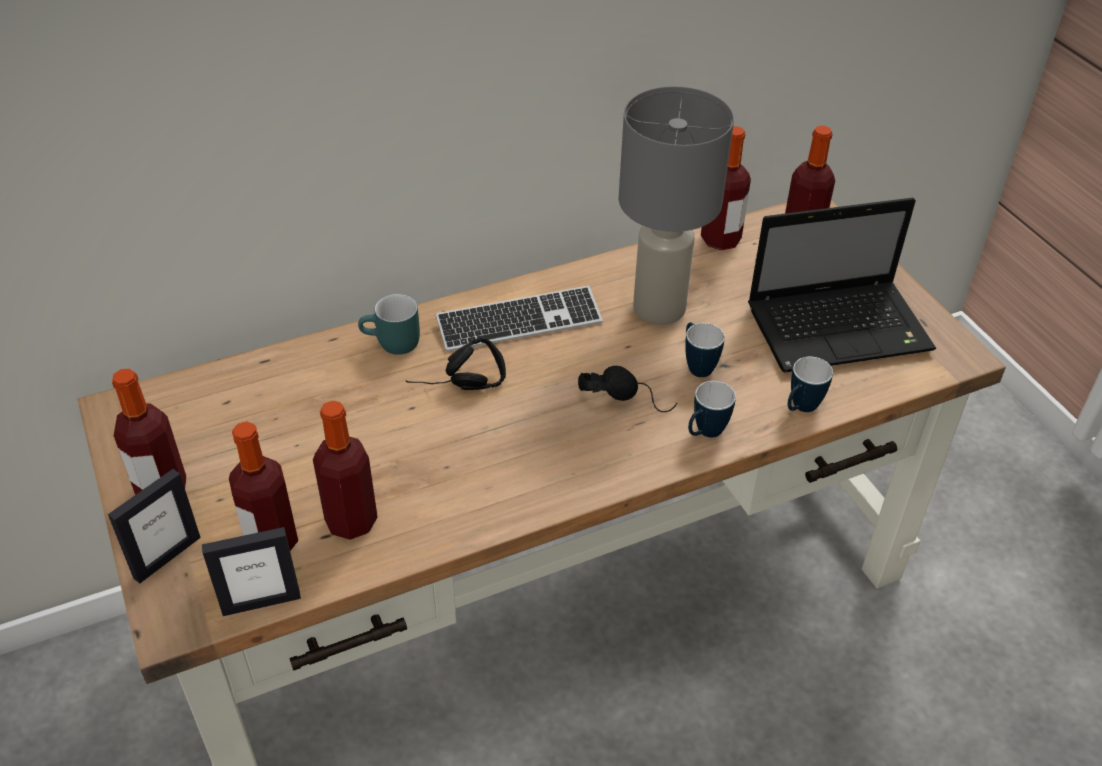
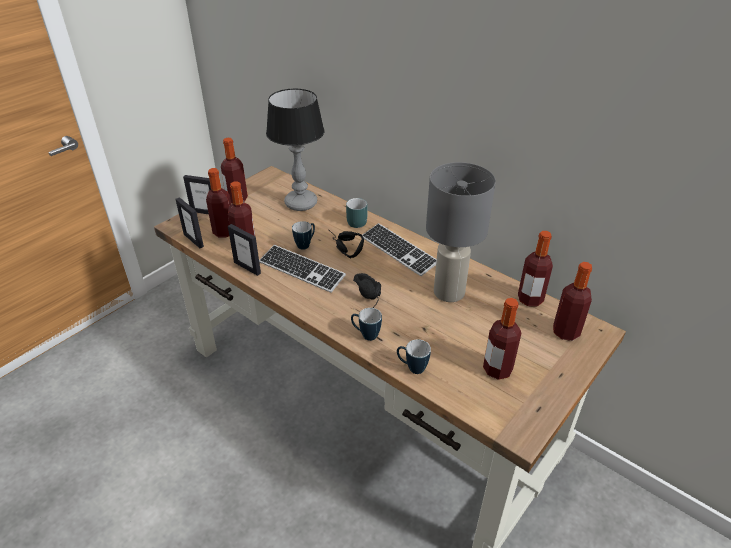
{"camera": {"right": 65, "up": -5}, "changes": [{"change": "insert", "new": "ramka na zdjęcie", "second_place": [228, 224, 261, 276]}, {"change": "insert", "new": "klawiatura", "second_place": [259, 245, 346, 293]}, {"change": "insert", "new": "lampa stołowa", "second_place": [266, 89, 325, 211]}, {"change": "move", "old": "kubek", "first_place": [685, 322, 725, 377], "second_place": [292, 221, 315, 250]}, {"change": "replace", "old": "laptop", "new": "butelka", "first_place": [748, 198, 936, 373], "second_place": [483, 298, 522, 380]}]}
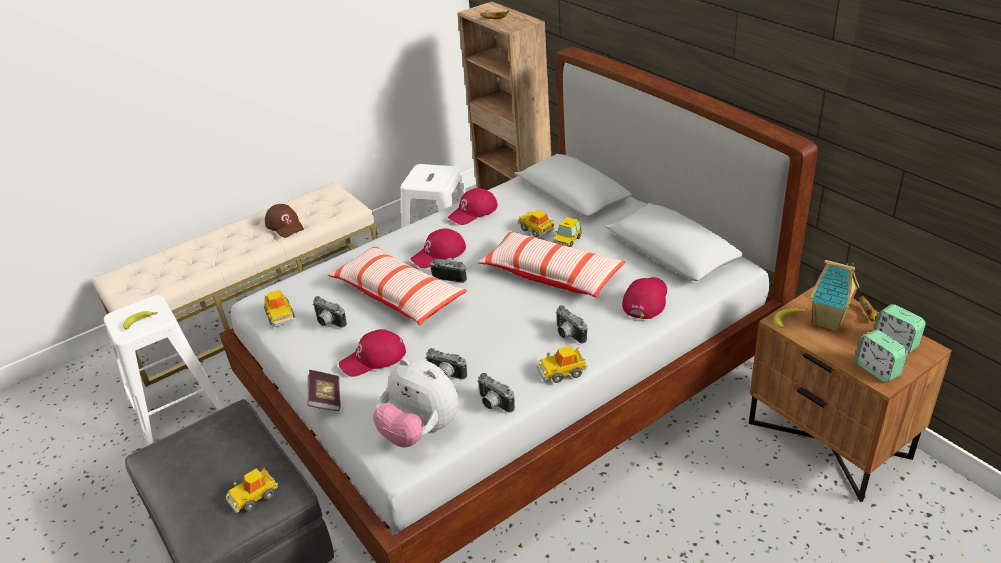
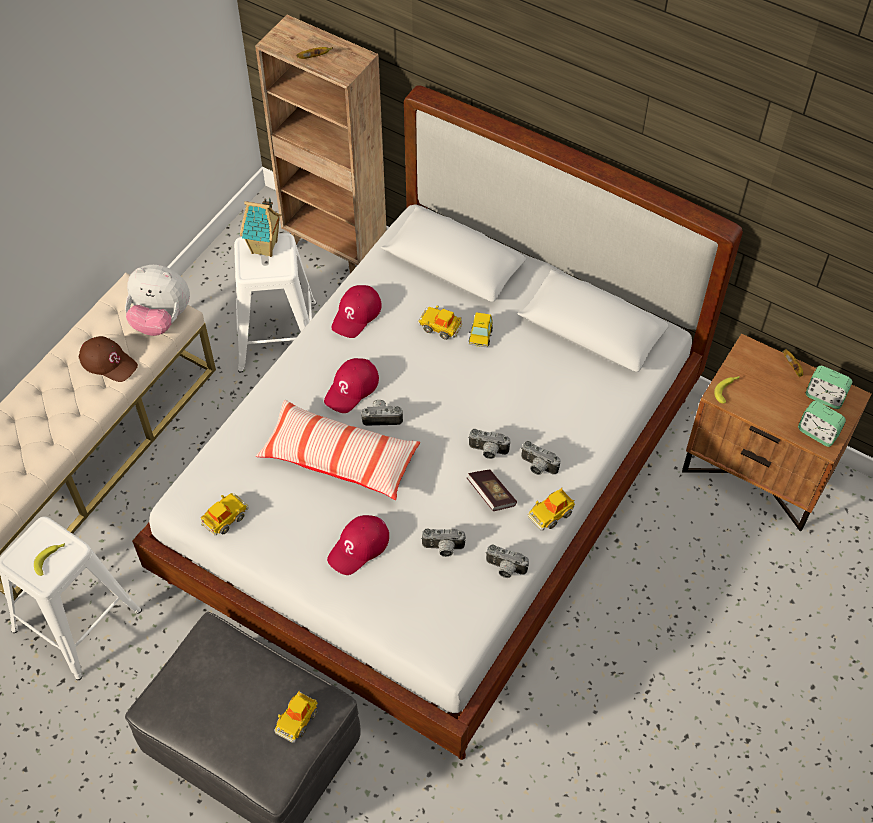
{"camera": {"right": -25, "up": 20}, "changes": [{"change": "delete", "old": "poduszka", "first_place": [477, 230, 625, 298]}, {"change": "delete", "old": "czapka z daszkiem (czerwony)", "first_place": [622, 277, 667, 319]}, {"change": "move", "old": "książka", "first_place": [307, 370, 341, 411], "second_place": [466, 470, 517, 511]}, {"change": "move", "old": "aparat fotograficzny", "first_place": [313, 296, 347, 328], "second_place": [468, 429, 510, 459]}, {"change": "move", "old": "pluszak", "first_place": [373, 358, 459, 447], "second_place": [125, 265, 190, 336]}, {"change": "move", "old": "domek", "first_place": [810, 260, 859, 332], "second_place": [240, 198, 281, 257]}, {"change": "rotate", "old": "samochodzik", "first_place": [264, 290, 295, 327], "second_place": [201, 493, 249, 535], "degrees": -90}]}
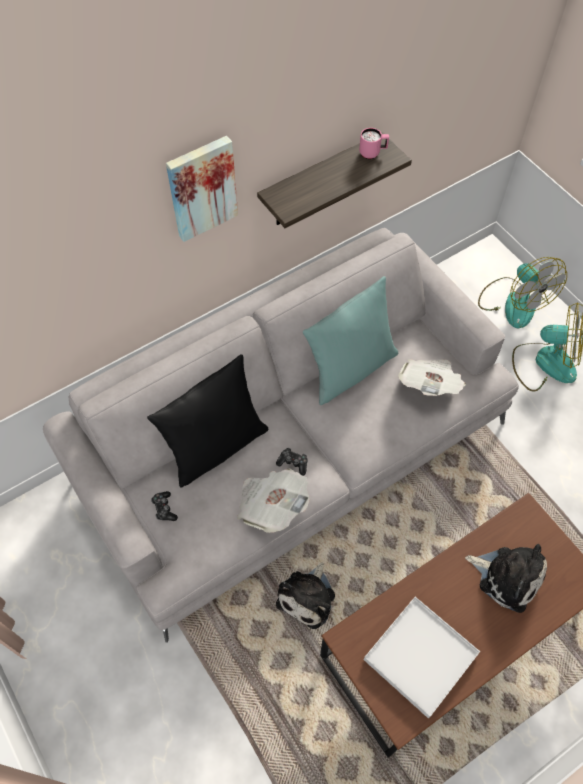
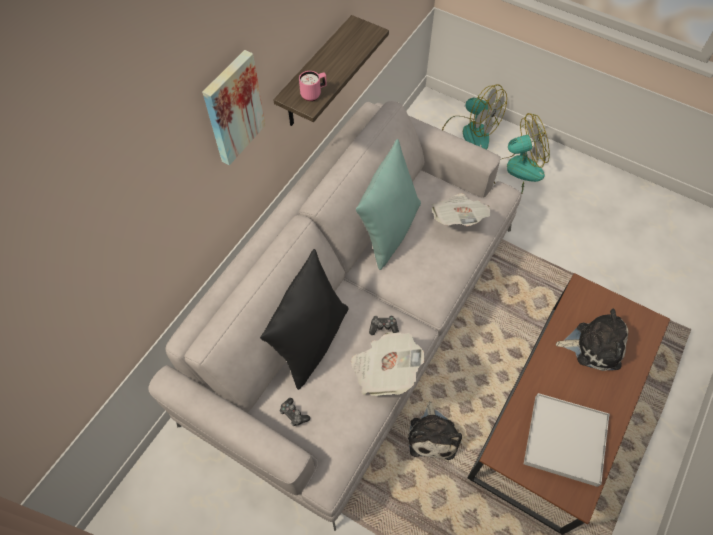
{"camera": {"right": -25, "up": 0}, "changes": [{"change": "move", "old": "kubek (różowy)", "first_place": [359, 128, 389, 159], "second_place": [299, 71, 327, 101]}]}
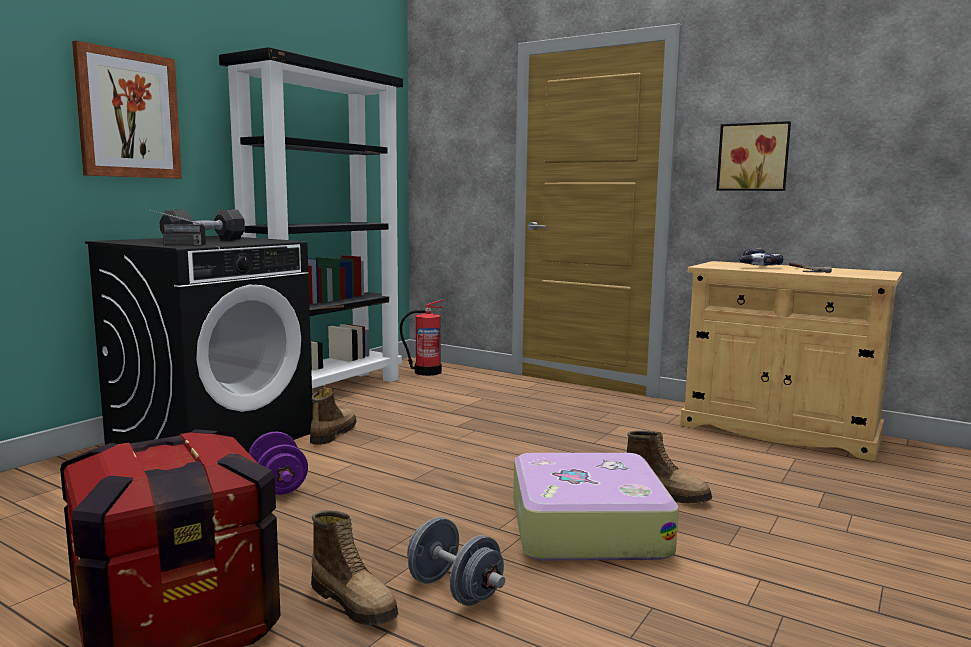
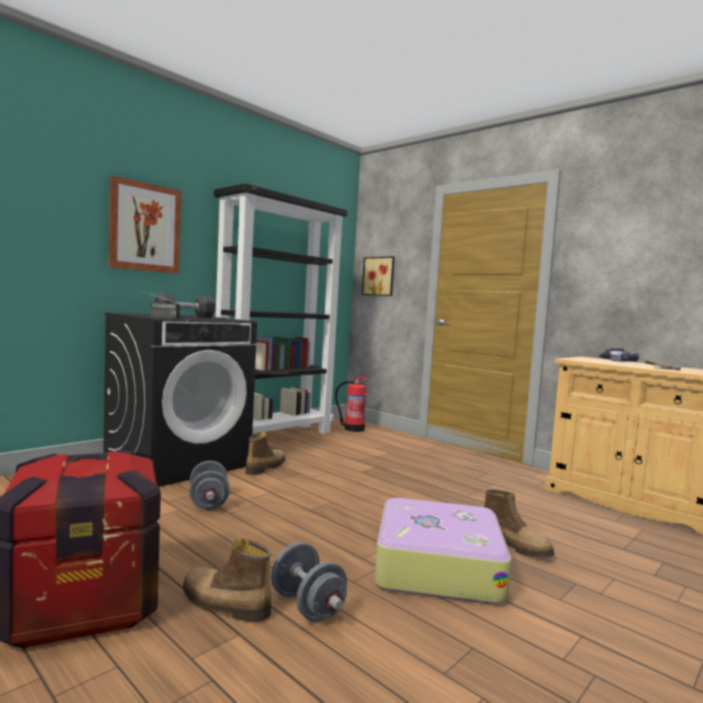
{"camera": {"right": 10, "up": -5}, "changes": [{"change": "move", "old": "obraz", "first_place": [716, 121, 791, 191], "second_place": [362, 257, 395, 296]}, {"change": "recolor", "old": "hantel (fioletowy)", "new": "hantel (szary)", "first_place": [249, 432, 308, 495], "second_place": [190, 461, 230, 510]}, {"change": "rotate", "old": "but z cholewką", "first_place": [311, 510, 398, 625], "second_place": [183, 538, 271, 622], "degrees": 150}]}
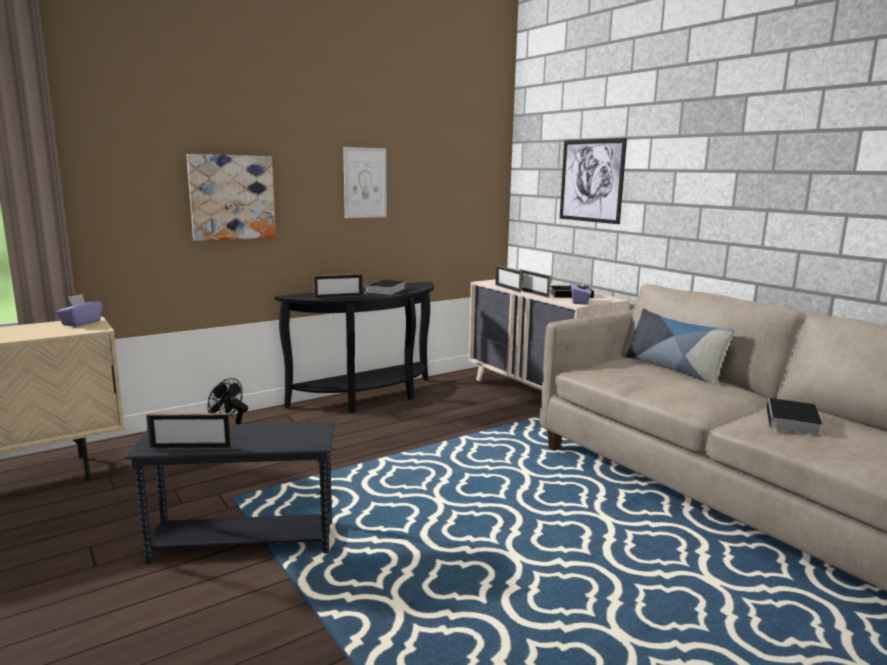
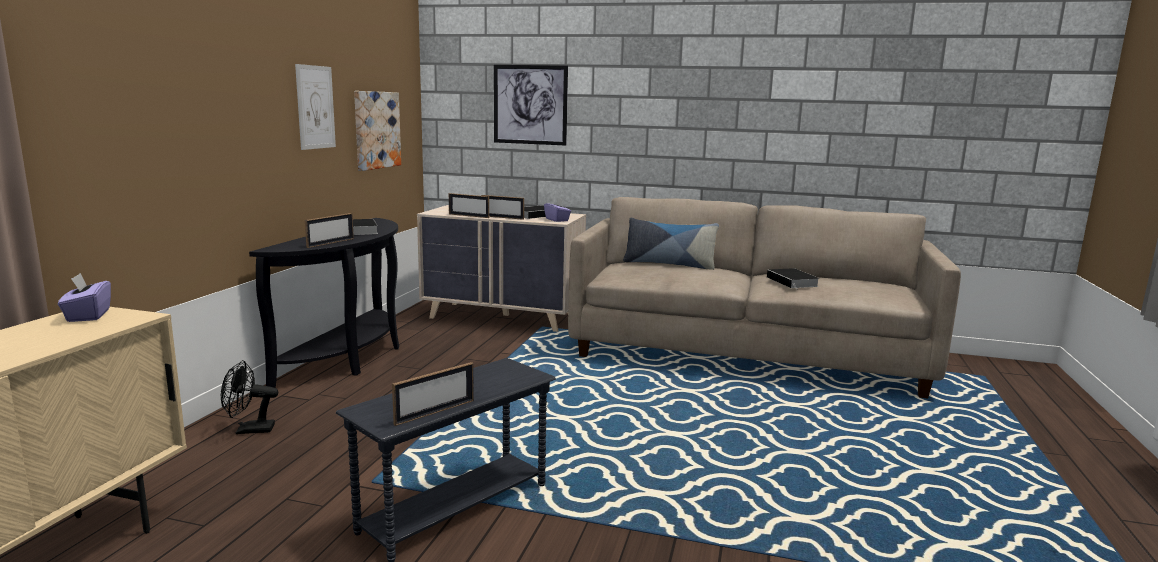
{"camera": {"right": -40, "up": 0}, "changes": [{"change": "move", "old": "obraz", "first_place": [187, 154, 276, 241], "second_place": [354, 91, 401, 171]}]}
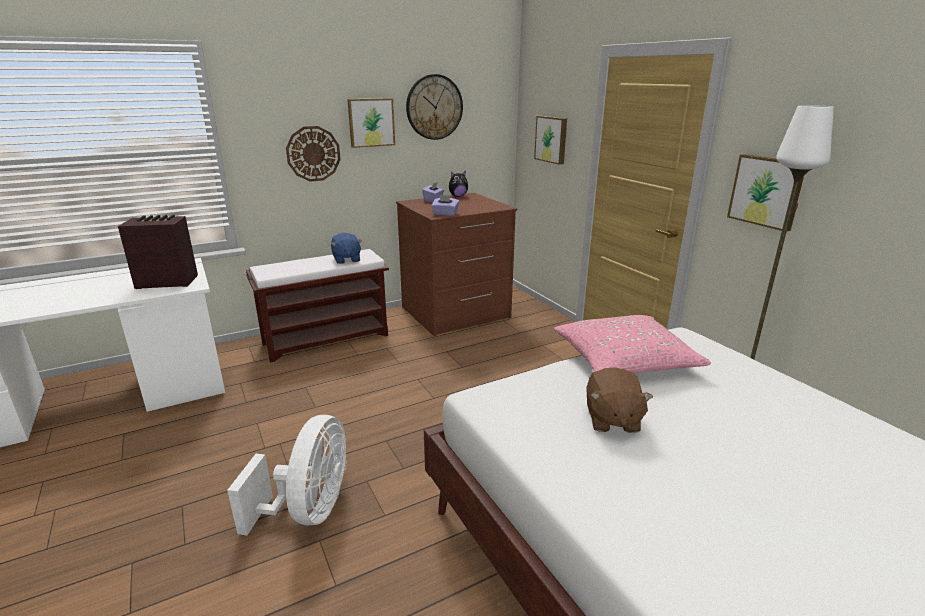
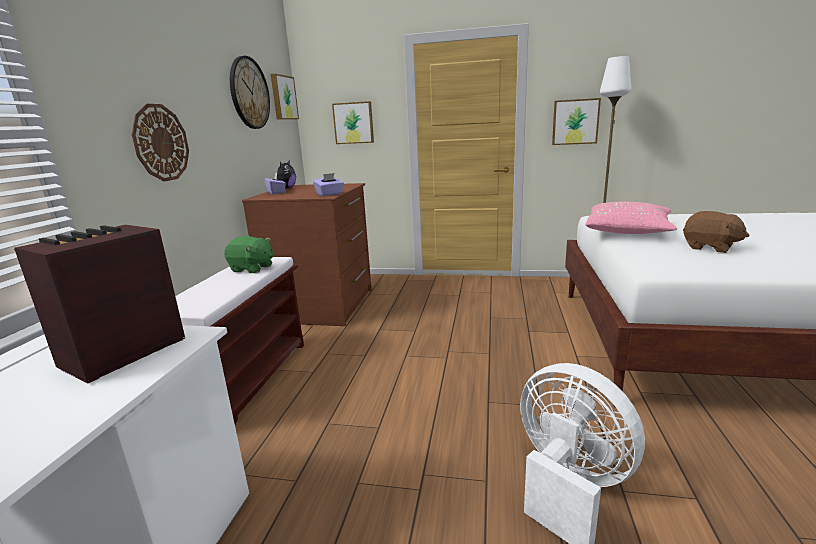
{"camera": {"right": -50, "up": -5}, "changes": [{"change": "move", "old": "obraz", "first_place": [347, 98, 395, 148], "second_place": [271, 74, 299, 120]}, {"change": "recolor", "old": "pluszak (niebieski)", "new": "pluszak (zielony)", "first_place": [331, 233, 362, 264], "second_place": [224, 236, 273, 273]}]}
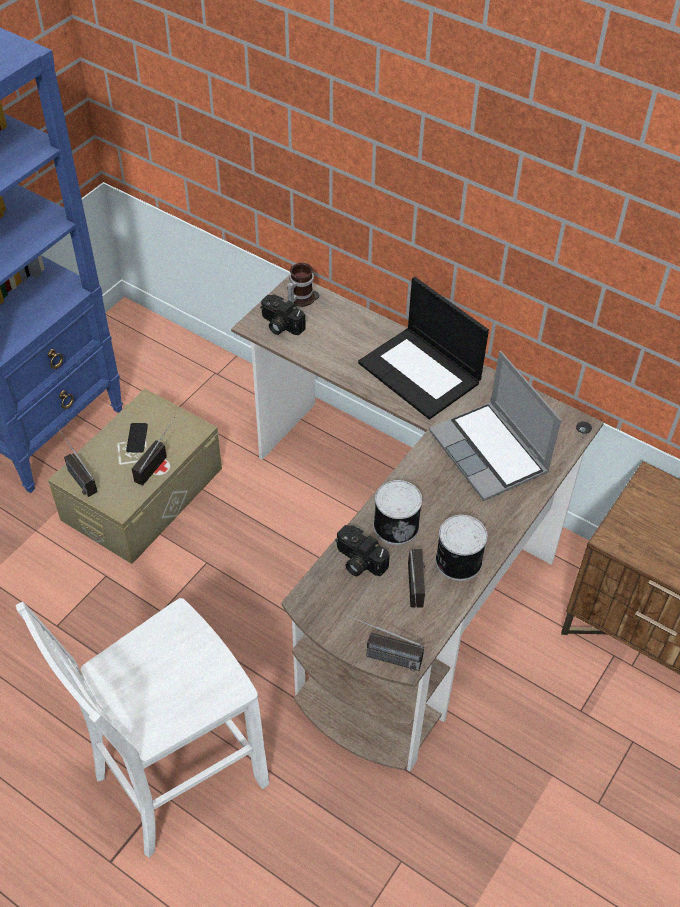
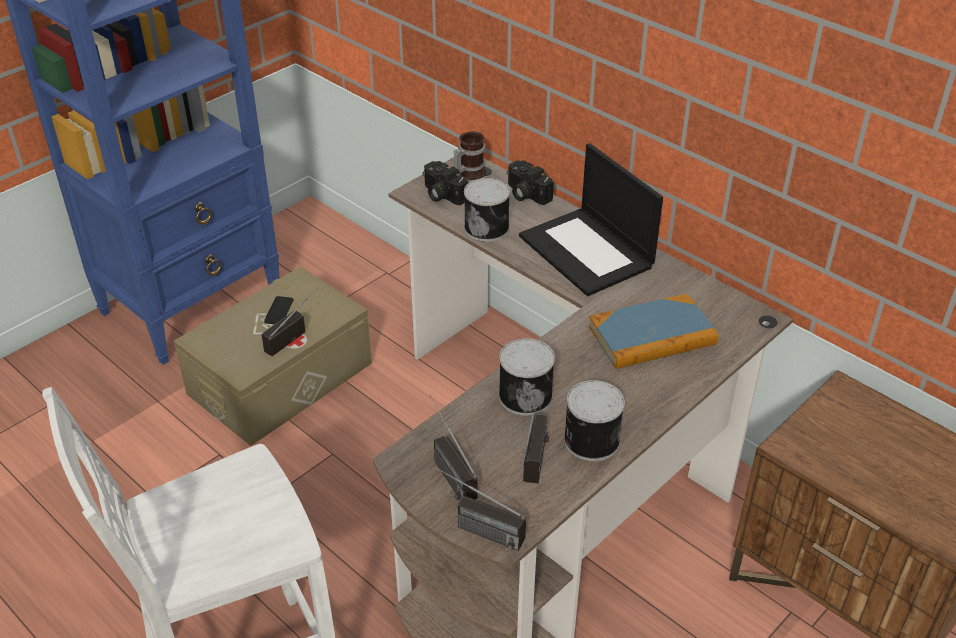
{"camera": {"right": 10, "up": -10}, "changes": [{"change": "insert", "new": "puszka", "second_place": [464, 178, 510, 242]}, {"change": "move", "old": "radio", "first_place": [58, 428, 98, 497], "second_place": [430, 395, 478, 500]}, {"change": "move", "old": "aparat fotograficzny", "first_place": [335, 525, 390, 576], "second_place": [507, 160, 554, 205]}, {"change": "replace", "old": "laptop", "new": "książka", "first_place": [429, 351, 561, 501], "second_place": [588, 294, 718, 369]}]}
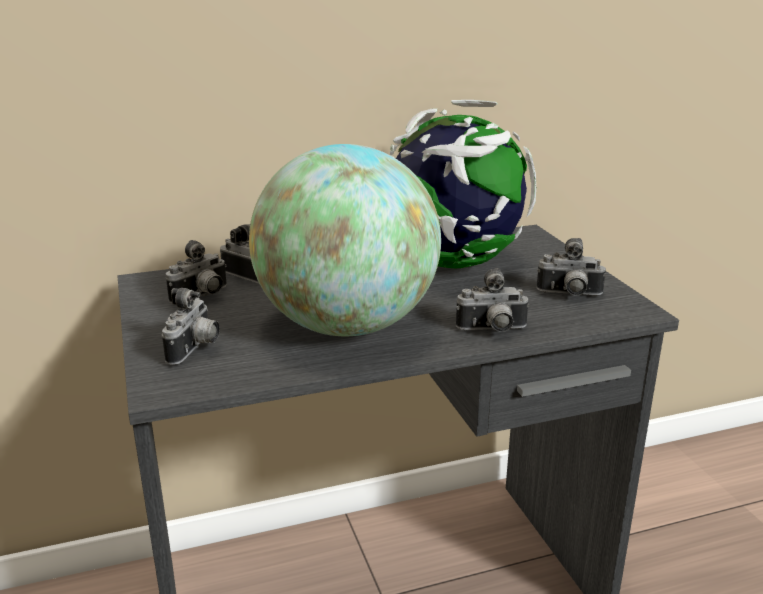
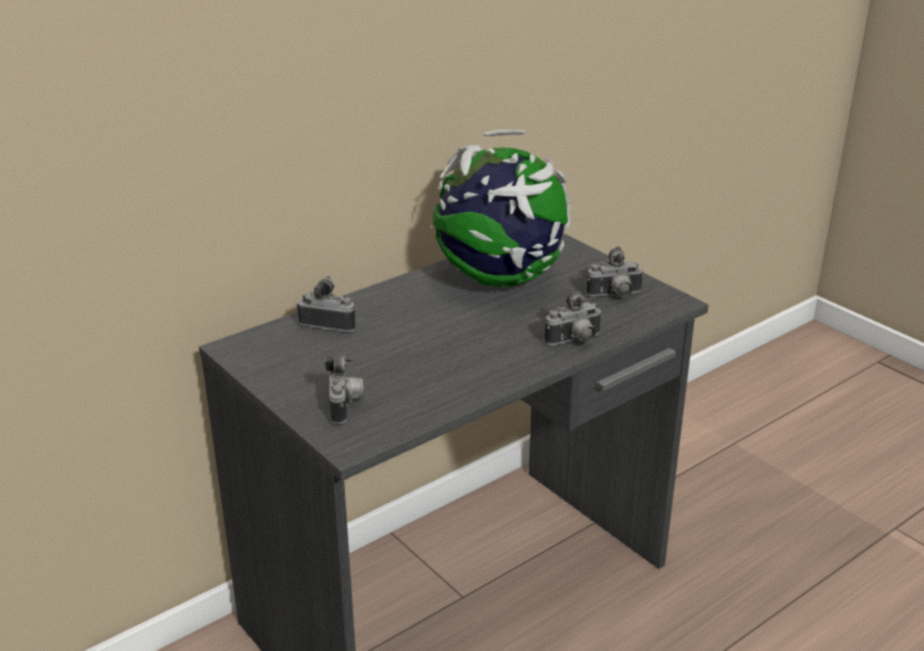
{"camera": {"right": -20, "up": 5}, "changes": [{"change": "delete", "old": "aparat fotograficzny", "first_place": [166, 240, 227, 304]}, {"change": "delete", "old": "globus", "first_place": [249, 144, 441, 336]}]}
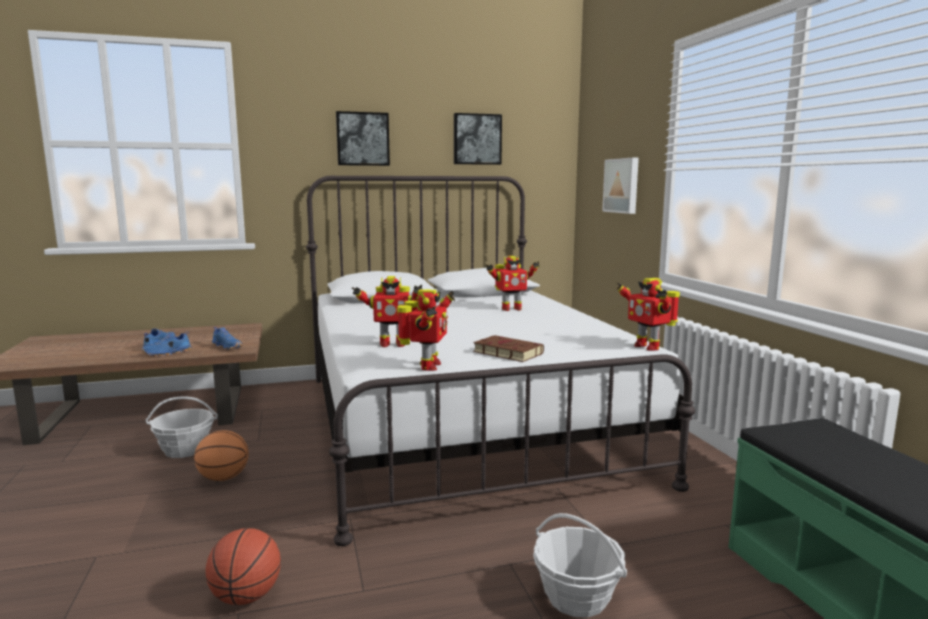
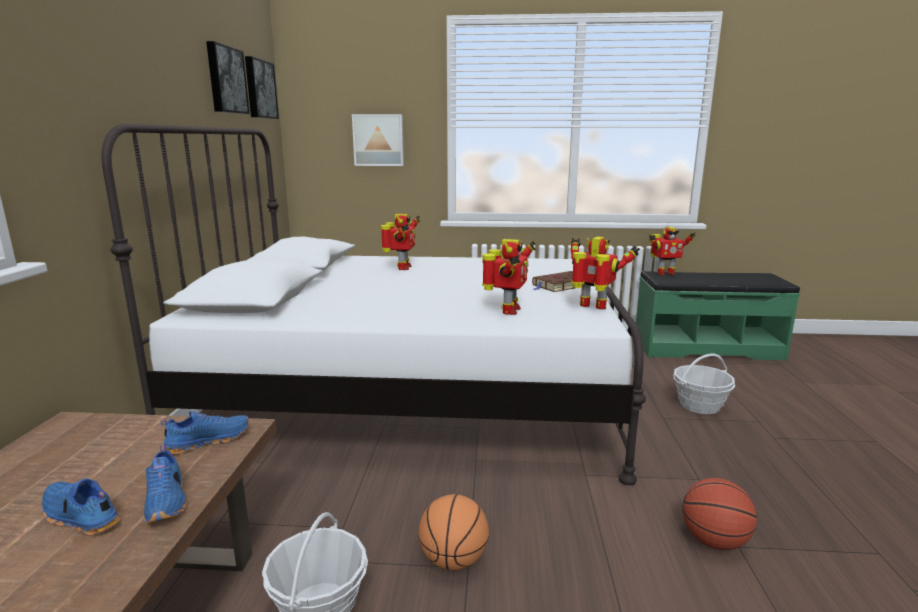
{"camera": {"right": -70, "up": 5}, "changes": [{"change": "move", "old": "obraz", "first_place": [336, 111, 390, 166], "second_place": [245, 56, 279, 119]}, {"change": "move", "old": "robot zabawkowy", "first_place": [617, 278, 680, 351], "second_place": [649, 227, 696, 275]}]}
